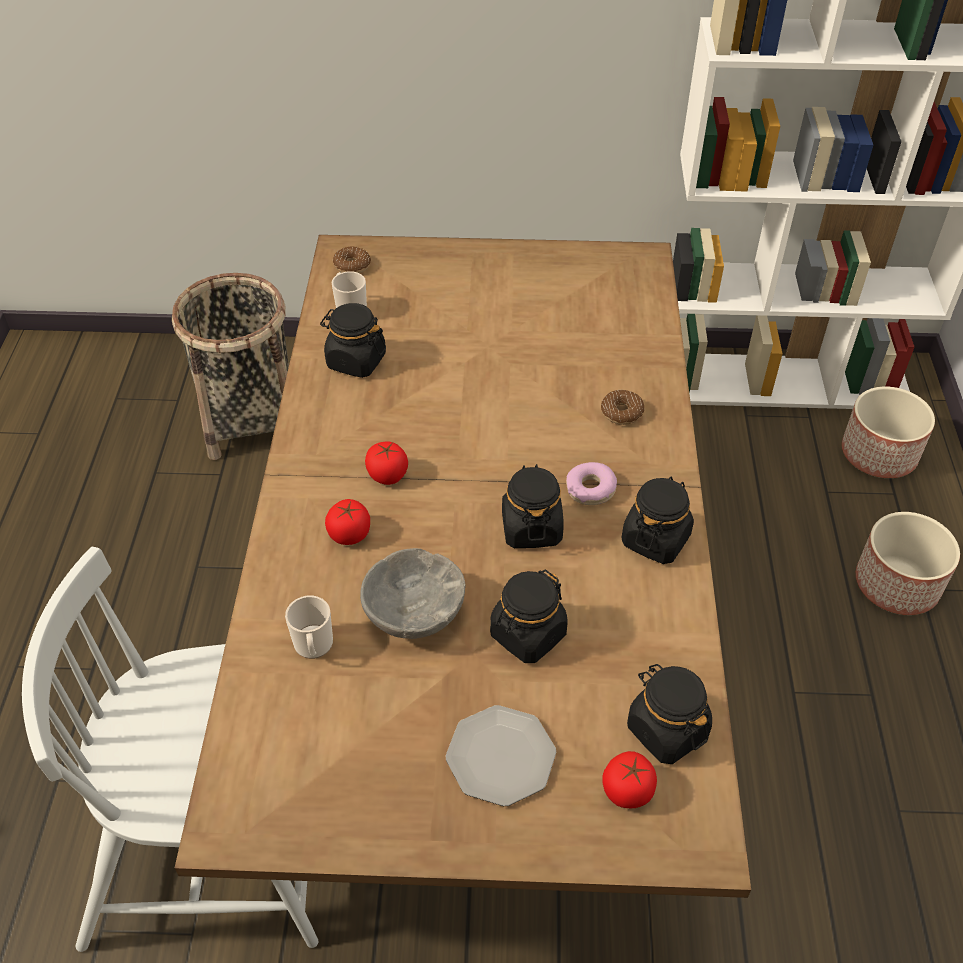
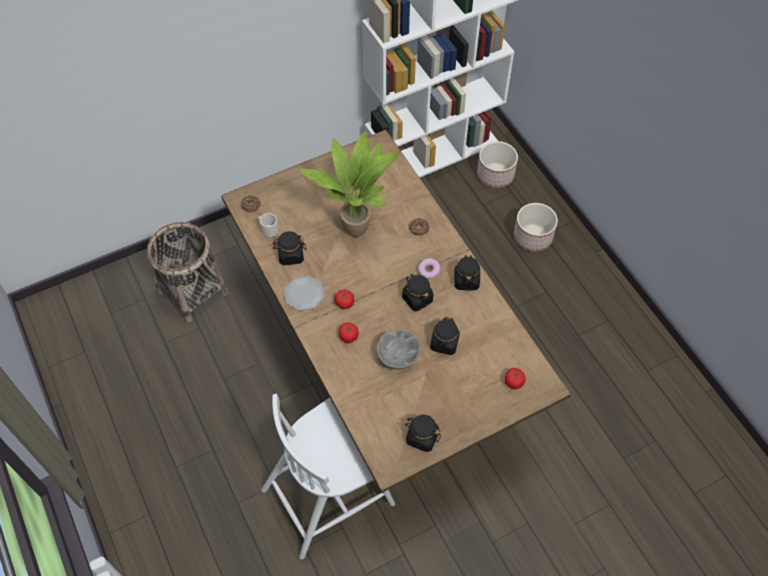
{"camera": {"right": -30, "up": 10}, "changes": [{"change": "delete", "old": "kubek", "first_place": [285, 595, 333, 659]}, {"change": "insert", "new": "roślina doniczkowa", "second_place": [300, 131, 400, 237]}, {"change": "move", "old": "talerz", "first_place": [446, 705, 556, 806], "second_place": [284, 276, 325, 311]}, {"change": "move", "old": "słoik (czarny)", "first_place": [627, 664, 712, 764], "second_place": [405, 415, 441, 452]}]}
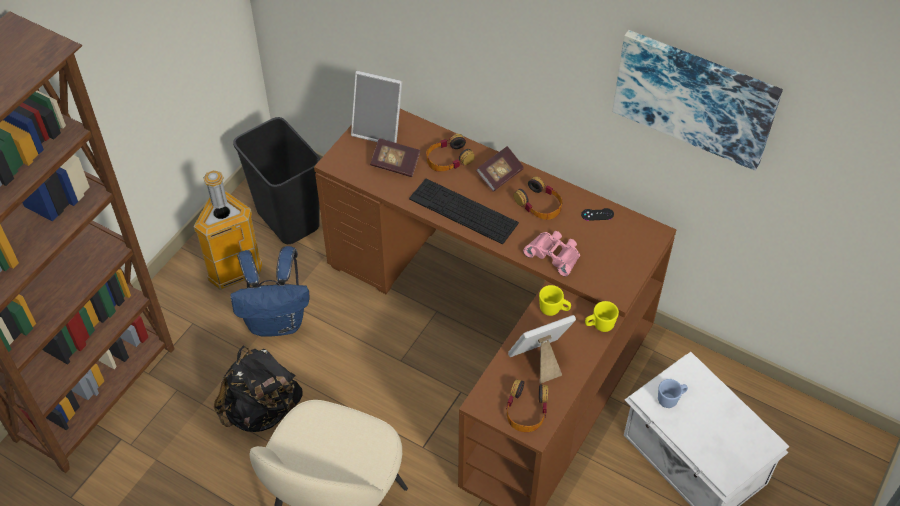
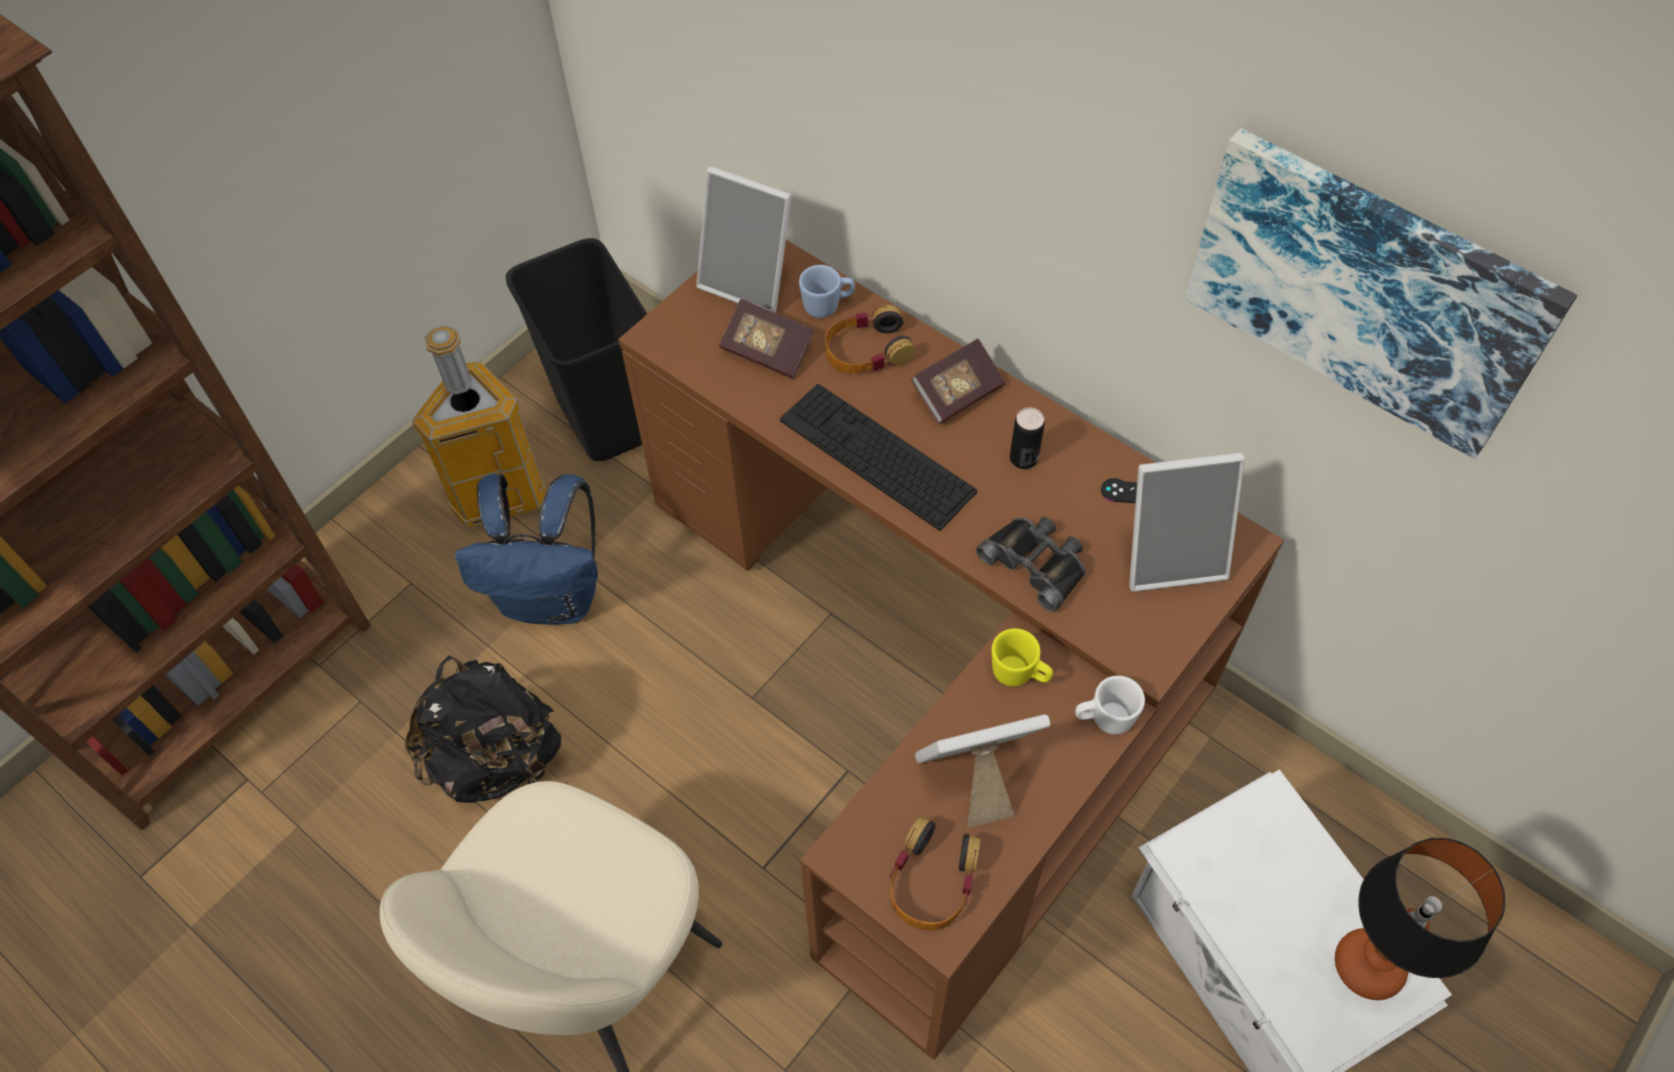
{"camera": {"right": 10, "up": 5}, "changes": [{"change": "insert", "new": "ramka na zdjęcie", "second_place": [1129, 453, 1245, 592]}, {"change": "insert", "new": "lampa stołowa", "second_place": [1335, 838, 1505, 1000]}, {"change": "move", "old": "kubek (niebieski)", "first_place": [658, 379, 688, 408], "second_place": [799, 265, 855, 318]}, {"change": "replace", "old": "słuchawki", "new": "puszka", "first_place": [513, 176, 563, 220], "second_place": [1010, 407, 1045, 469]}, {"change": "recolor", "old": "lornetka (różowy)", "new": "lornetka (czarny)", "first_place": [523, 231, 580, 277], "second_place": [976, 517, 1086, 612]}, {"change": "recolor", "old": "kubek (żółty)", "new": "kubek (biały)", "first_place": [585, 301, 619, 332], "second_place": [1075, 676, 1145, 735]}]}
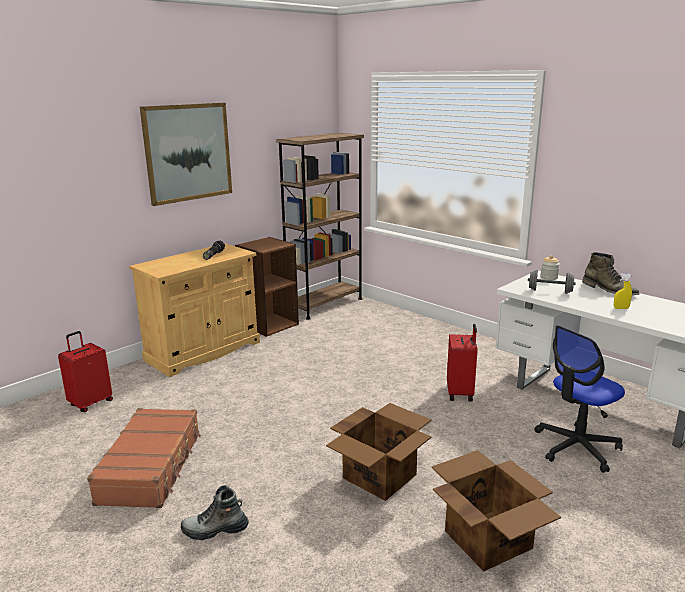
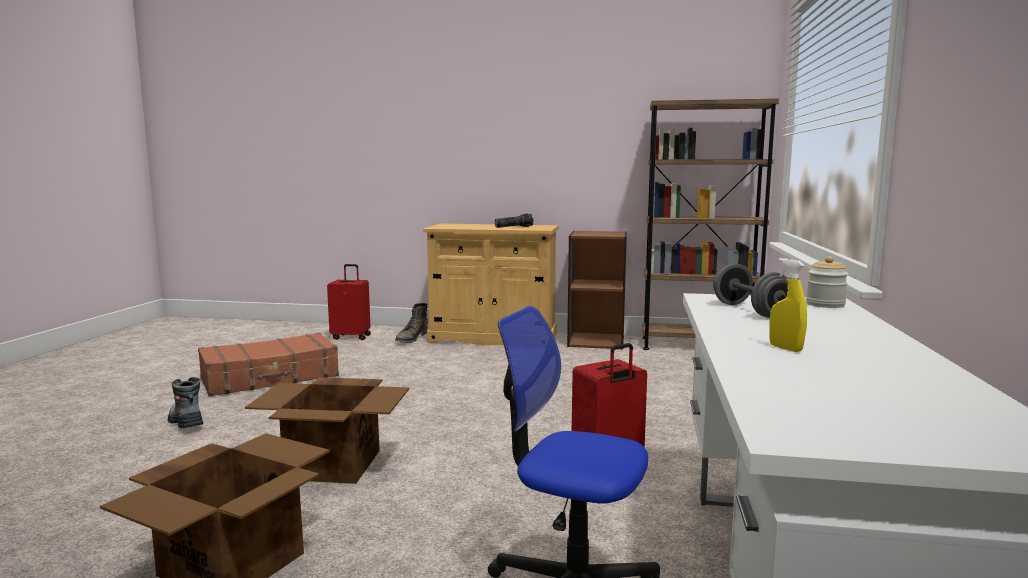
{"camera": {"right": 55, "up": -10}, "changes": [{"change": "delete", "old": "obraz", "first_place": [140, 103, 232, 206]}, {"change": "move", "old": "but z cholewką (zielony)", "first_place": [582, 252, 640, 295], "second_place": [395, 303, 428, 343]}]}
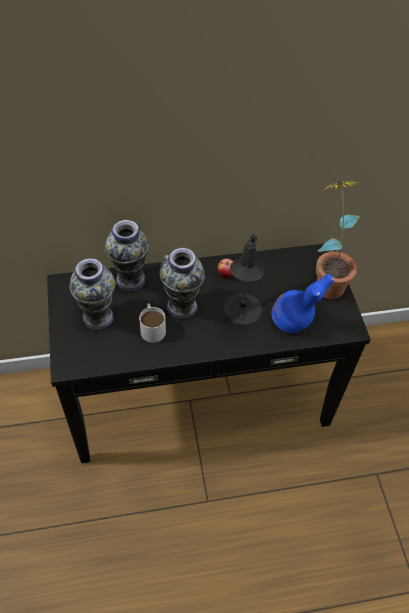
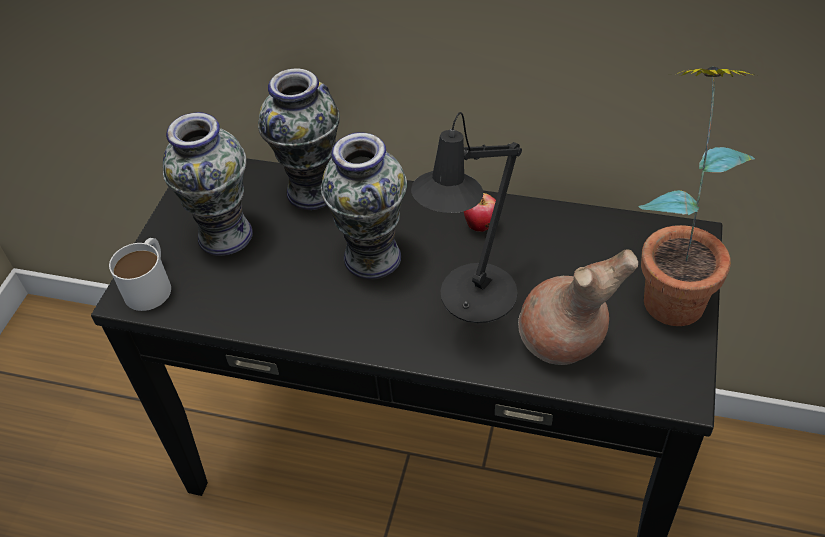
{"camera": {"right": 30, "up": -5}, "changes": [{"change": "move", "old": "kubek (biały)", "first_place": [139, 303, 166, 343], "second_place": [109, 238, 171, 311]}, {"change": "recolor", "old": "wazon (niebieski)", "new": "wazon (brązowy)", "first_place": [271, 274, 334, 333], "second_place": [518, 249, 638, 365]}]}
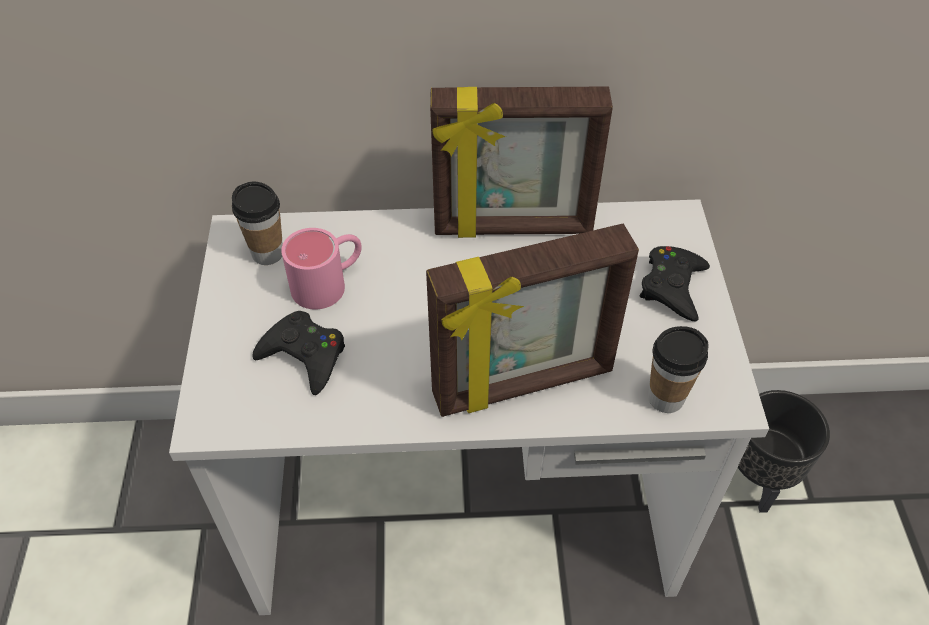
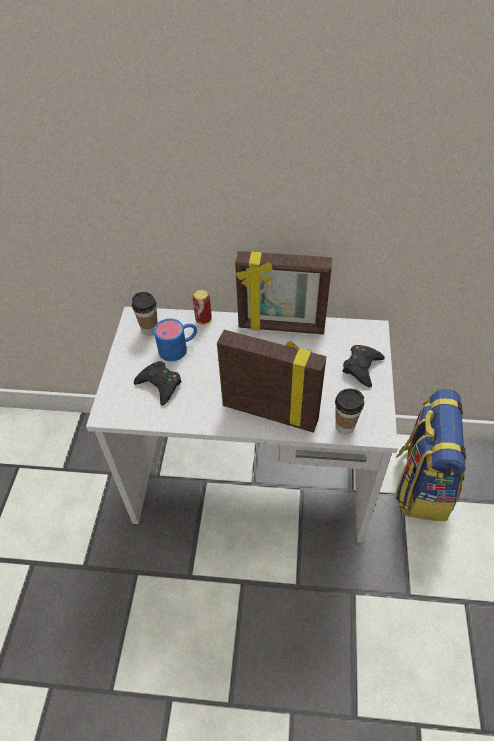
{"camera": {"right": 10, "up": 0}, "changes": [{"change": "insert", "new": "puszka", "second_place": [193, 290, 212, 325]}, {"change": "replace", "old": "donica (czarny)", "new": "plecak", "first_place": [738, 390, 830, 513], "second_place": [395, 389, 466, 521]}, {"change": "recolor", "old": "kubek (różowy)", "new": "kubek (niebieski)", "first_place": [281, 228, 362, 309], "second_place": [154, 318, 197, 361]}, {"change": "rotate", "old": "ramka na zdjęcie", "first_place": [426, 224, 639, 417], "second_place": [217, 330, 326, 433], "degrees": -150}]}
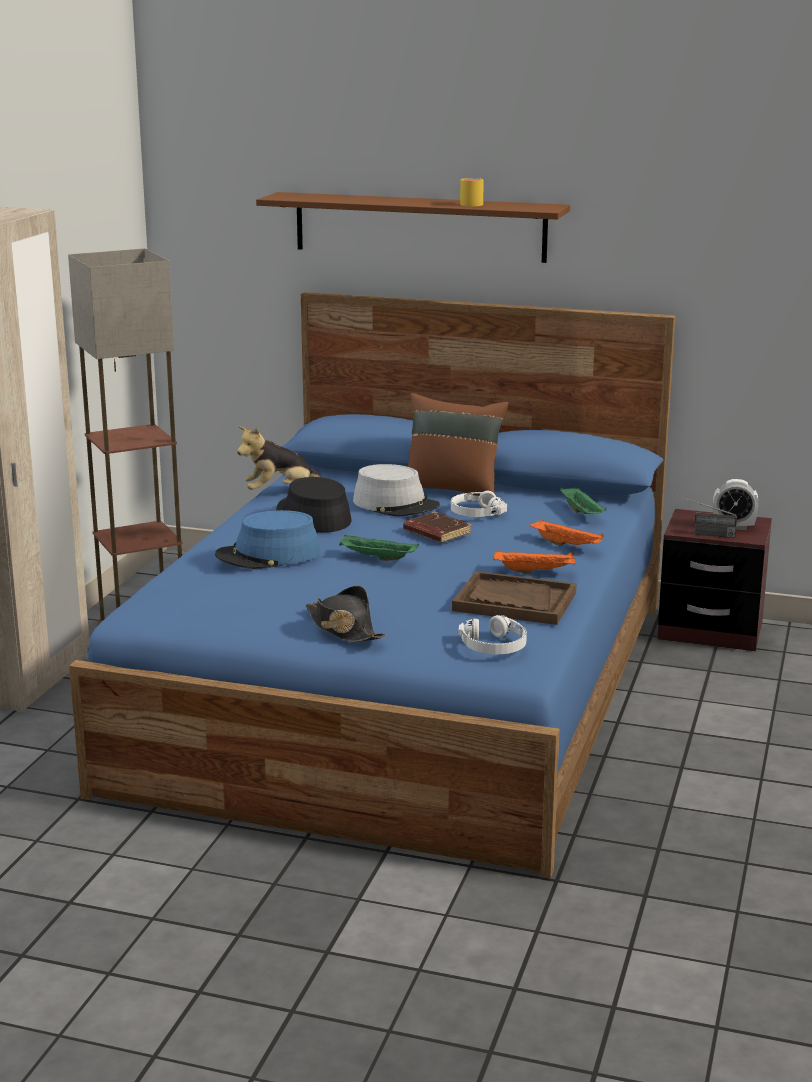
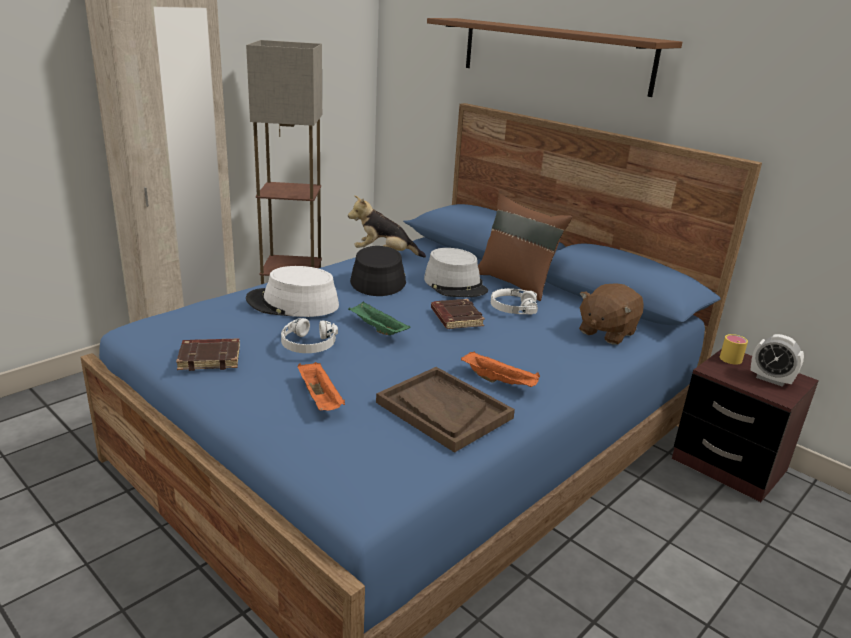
{"camera": {"right": 25, "up": 5}, "changes": [{"change": "delete", "old": "kapelusz (czarny)", "first_place": [306, 586, 386, 642]}, {"change": "delete", "old": "radio", "first_place": [675, 495, 737, 538]}, {"change": "insert", "new": "książka (brązowy)", "second_place": [176, 338, 240, 371]}, {"change": "move", "old": "słuchawki (biały)", "first_place": [459, 615, 527, 654], "second_place": [281, 318, 338, 353]}, {"change": "move", "old": "kubek (żółty)", "first_place": [460, 178, 484, 206], "second_place": [720, 334, 748, 365]}, {"change": "move", "old": "taca (pomarańczowy)", "first_place": [530, 520, 604, 546], "second_place": [298, 362, 345, 411]}, {"change": "replace", "old": "taca (zielony)", "new": "pluszak (brązowy)", "first_place": [560, 487, 606, 514], "second_place": [579, 283, 644, 344]}, {"change": "recolor", "old": "kapelusz (niebieski)", "new": "kapelusz (biały)", "first_place": [215, 510, 320, 569], "second_place": [246, 266, 339, 317]}]}
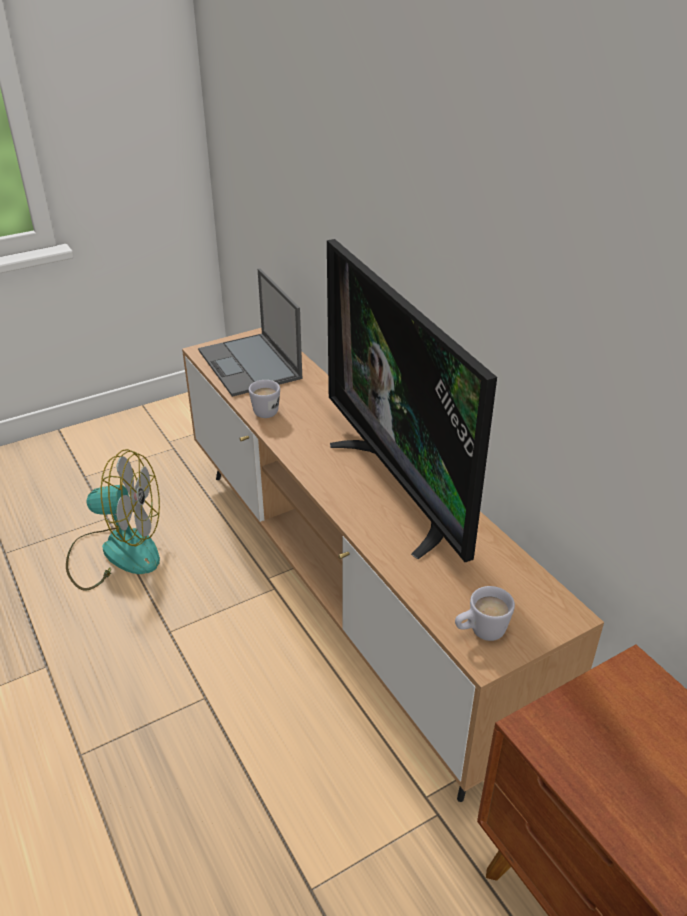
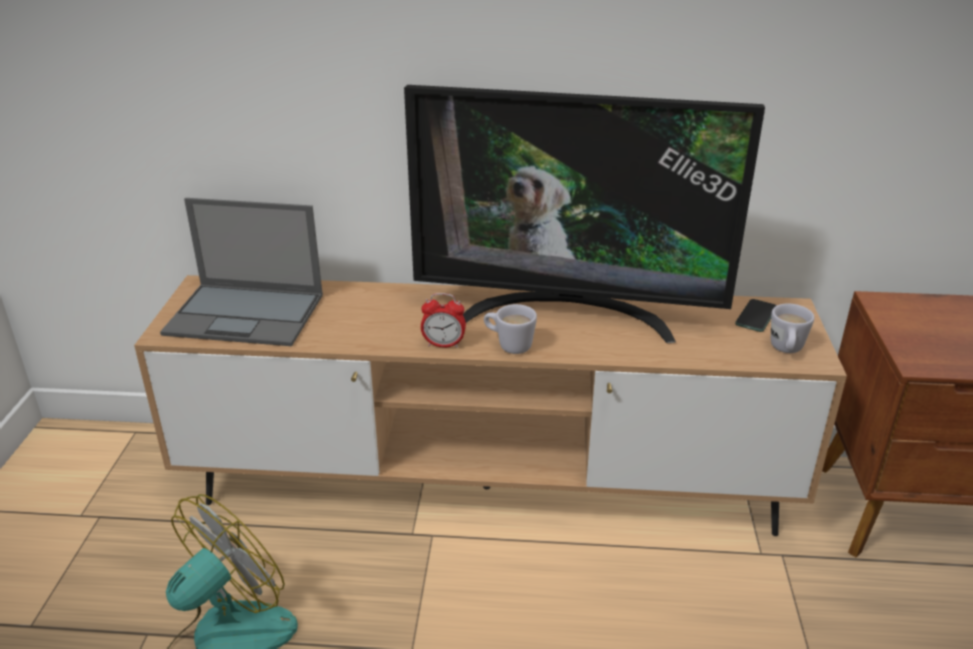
{"camera": {"right": -55, "up": -5}, "changes": [{"change": "insert", "new": "budzik", "second_place": [421, 293, 466, 348]}, {"change": "insert", "new": "telefon", "second_place": [735, 299, 777, 332]}, {"change": "move", "old": "kubek (biały)", "first_place": [249, 380, 280, 418], "second_place": [484, 304, 537, 354]}]}
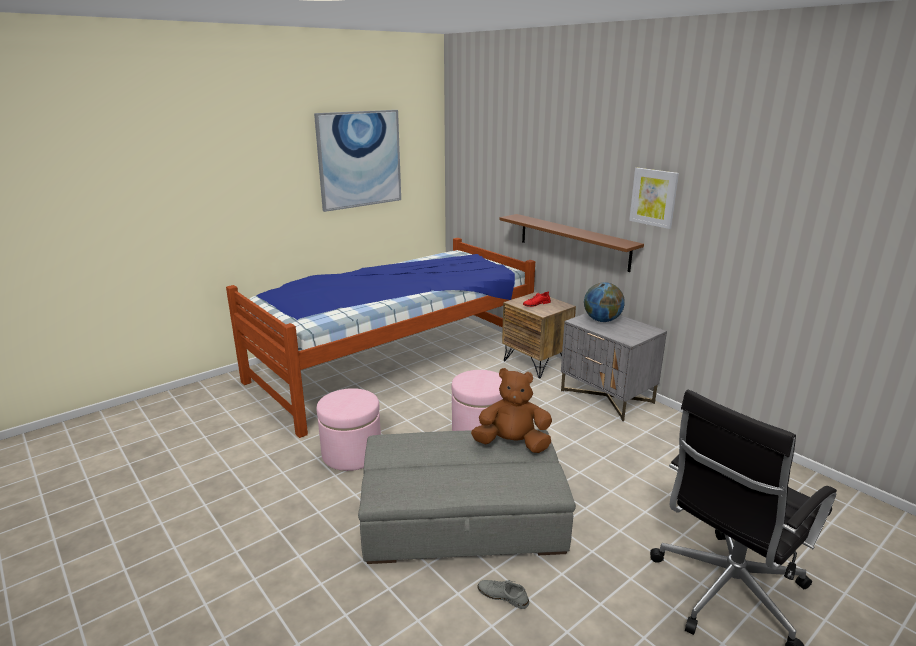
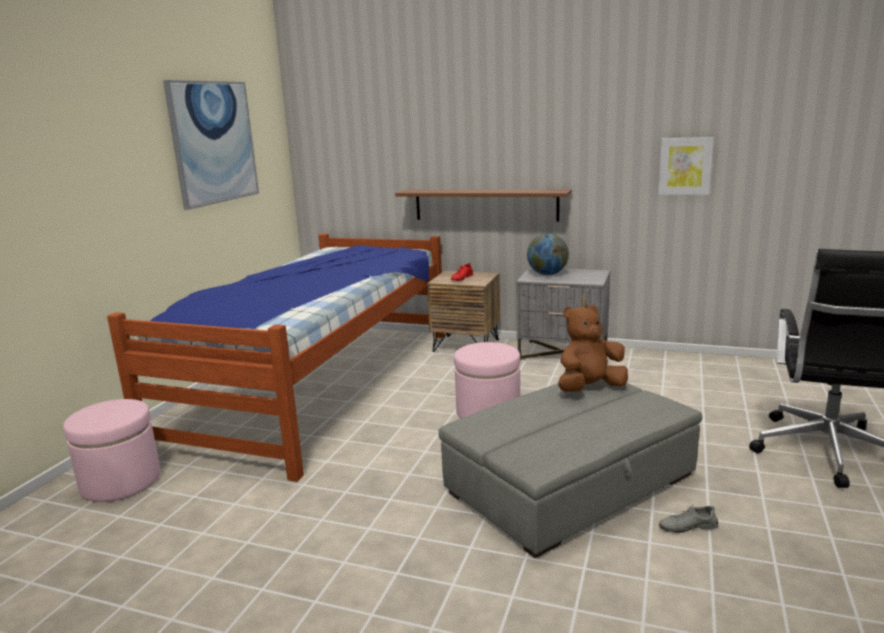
{"camera": {"right": -30, "up": -5}, "changes": [{"change": "move", "old": "pufa (różowy)", "first_place": [317, 388, 381, 471], "second_place": [63, 399, 160, 502]}, {"change": "move", "old": "obraz", "first_place": [629, 168, 679, 229], "second_place": [658, 137, 714, 195]}]}
